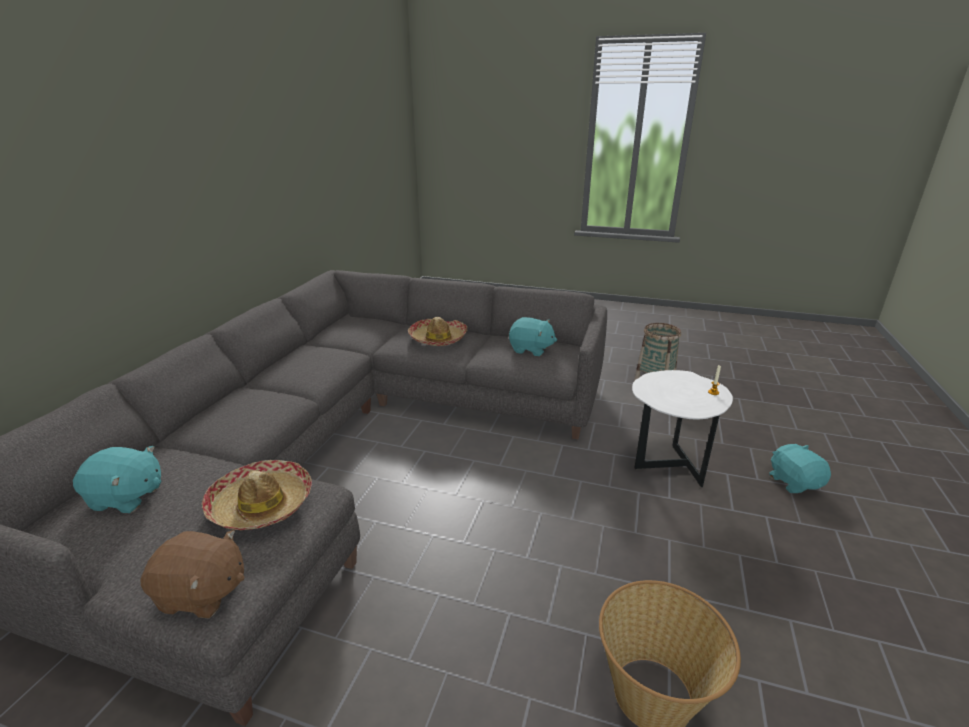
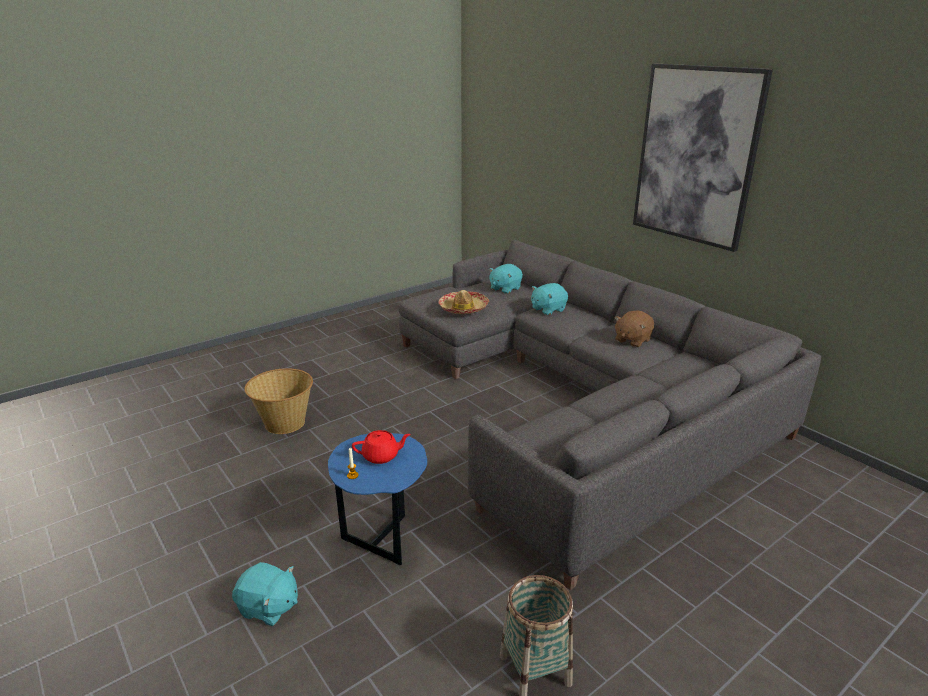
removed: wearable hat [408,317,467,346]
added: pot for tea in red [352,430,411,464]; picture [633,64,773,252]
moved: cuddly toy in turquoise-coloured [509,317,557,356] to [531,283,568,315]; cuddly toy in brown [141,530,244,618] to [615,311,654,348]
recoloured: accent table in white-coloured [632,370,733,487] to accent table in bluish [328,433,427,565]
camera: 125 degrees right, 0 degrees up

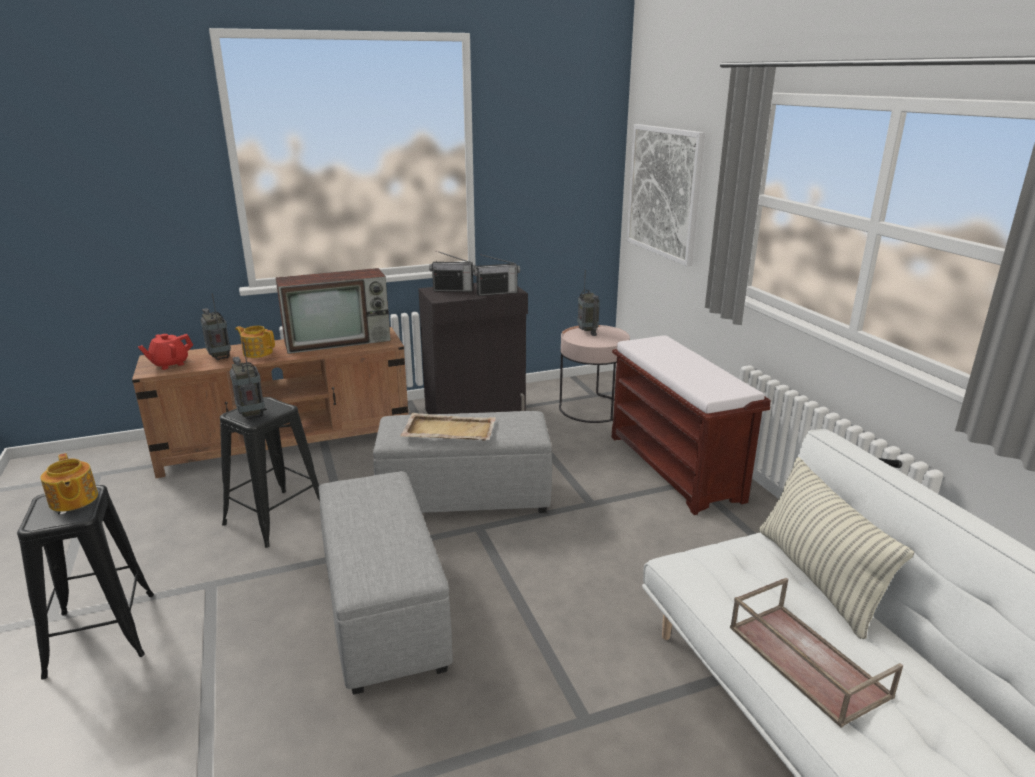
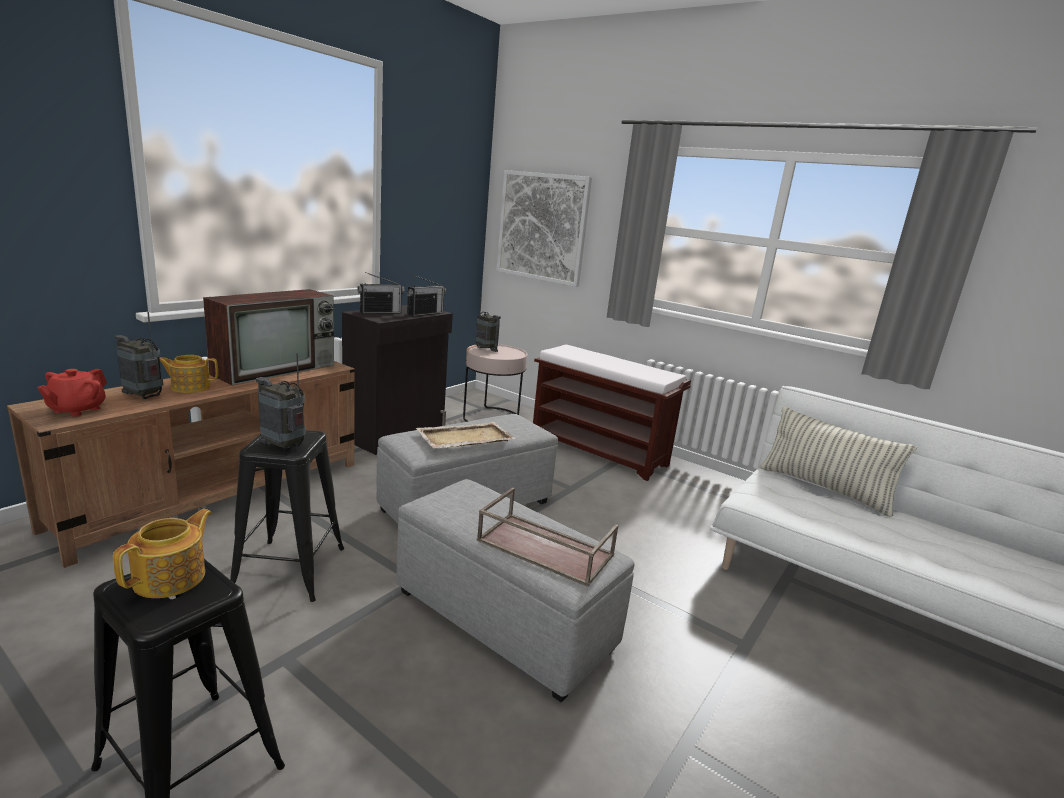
moved: serving tray in brown [730,578,903,728] to [477,487,618,587]
turned: pot for tea [40,453,98,512] = [113,509,212,598] 90 degrees counterclockwise
camera: 35 degrees left, 5 degrees down

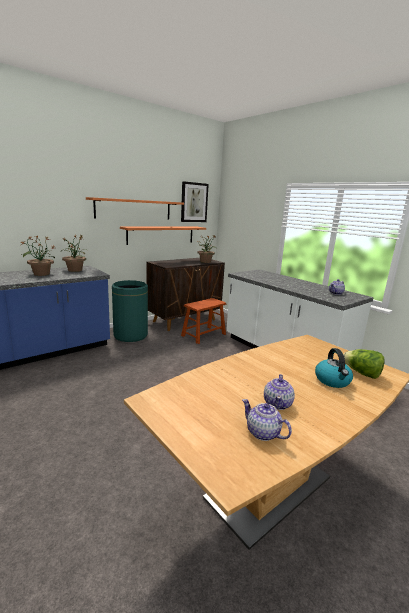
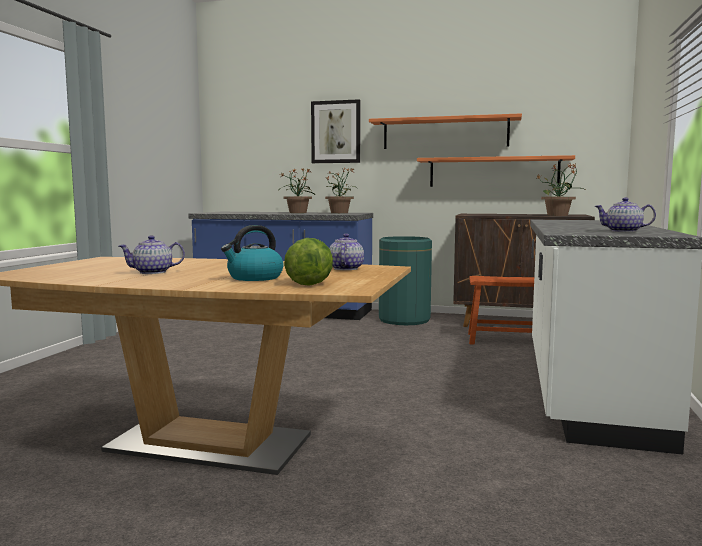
moved: picture [181,181,209,222] to [311,99,360,163]; pot for tea [242,399,292,441] to [329,234,364,270]
camera: 55 degrees right, 10 degrees down

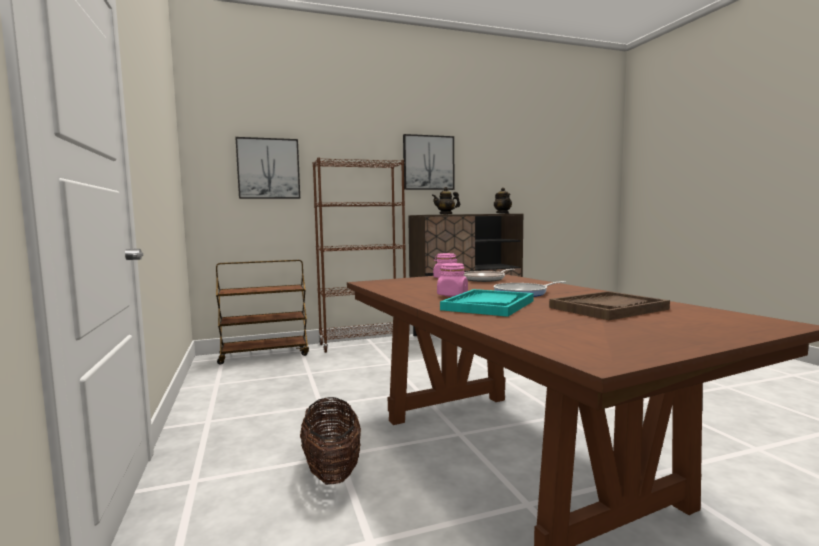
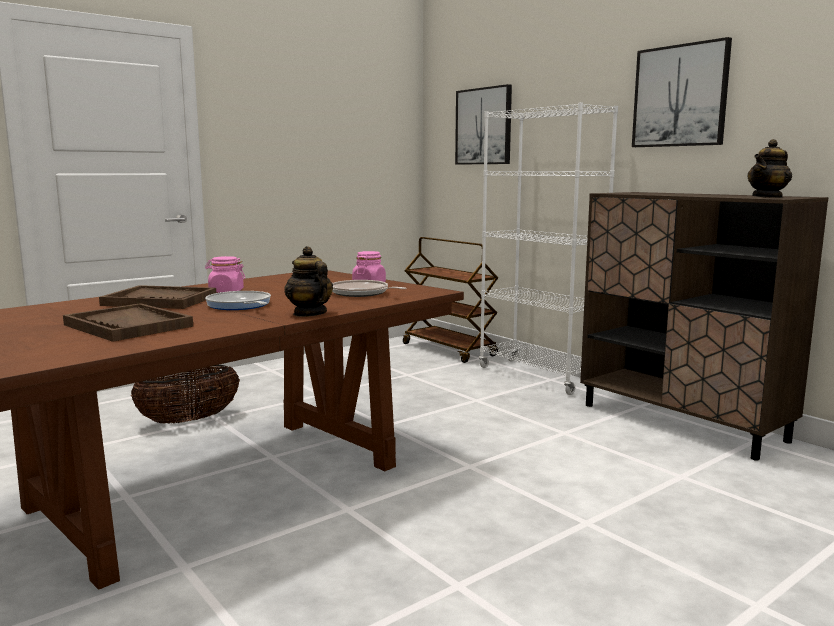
moved: pot for tea [432,187,460,214] to [284,246,333,317]
recoloured: serving tray in turquoise-coloured [440,289,534,317] to serving tray in brown [99,285,216,309]; shelving unit in brown [313,158,406,353] to shelving unit in white-coloured [479,102,618,395]
camera: 70 degrees right, 5 degrees up

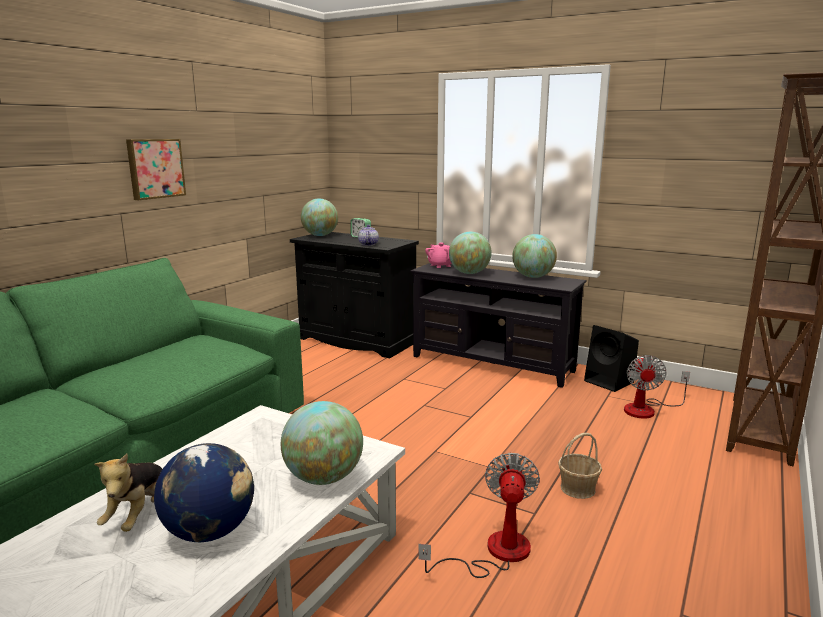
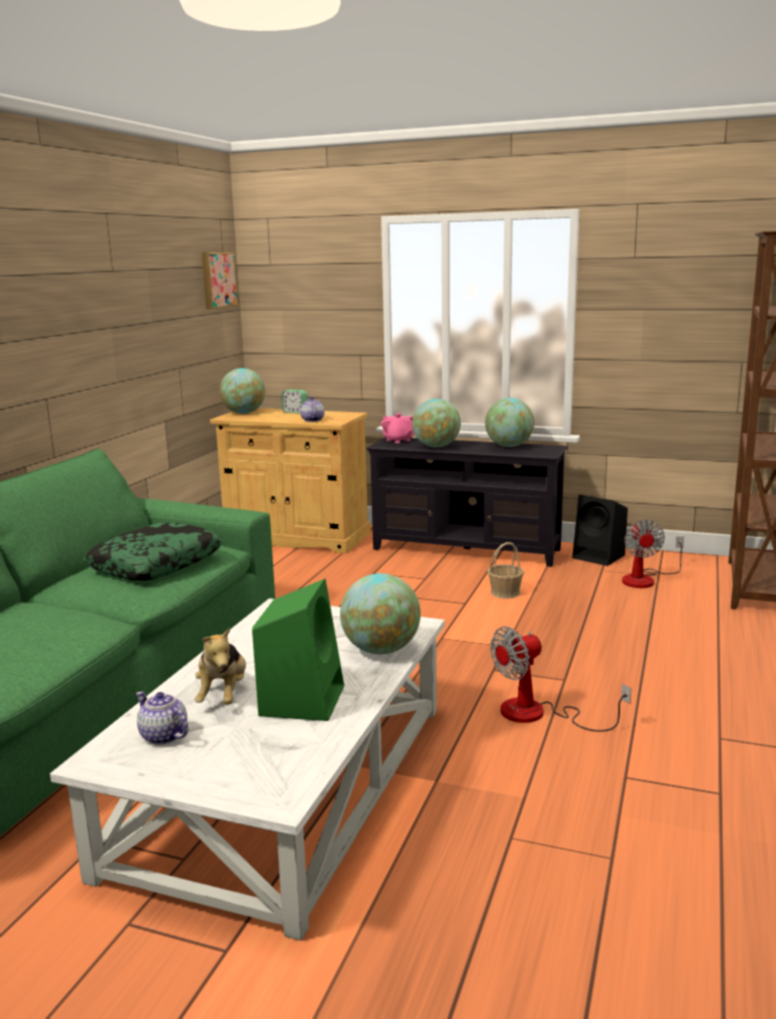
added: pillow [83,522,223,581]; pot for tea [136,691,188,745]
moved: picture [126,139,186,200] to [202,252,239,309]; storage basket [558,433,602,499] to [487,542,524,599]
replaced: world globe [154,443,254,542] to speaker in greenish [252,579,344,721]
recoloured: storage cabinet in blackish [290,232,419,358] to storage cabinet in beige-coloured [210,408,370,554]
turned: cooling fan [418,453,540,578] = [490,626,631,732] 120 degrees counterclockwise
camera: 10 degrees left, 0 degrees up

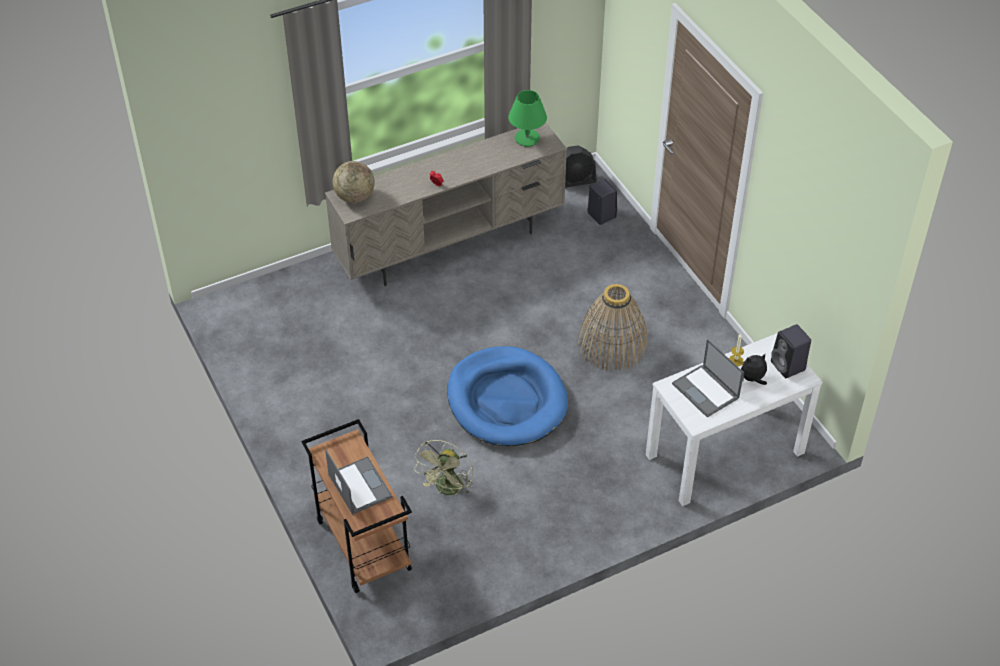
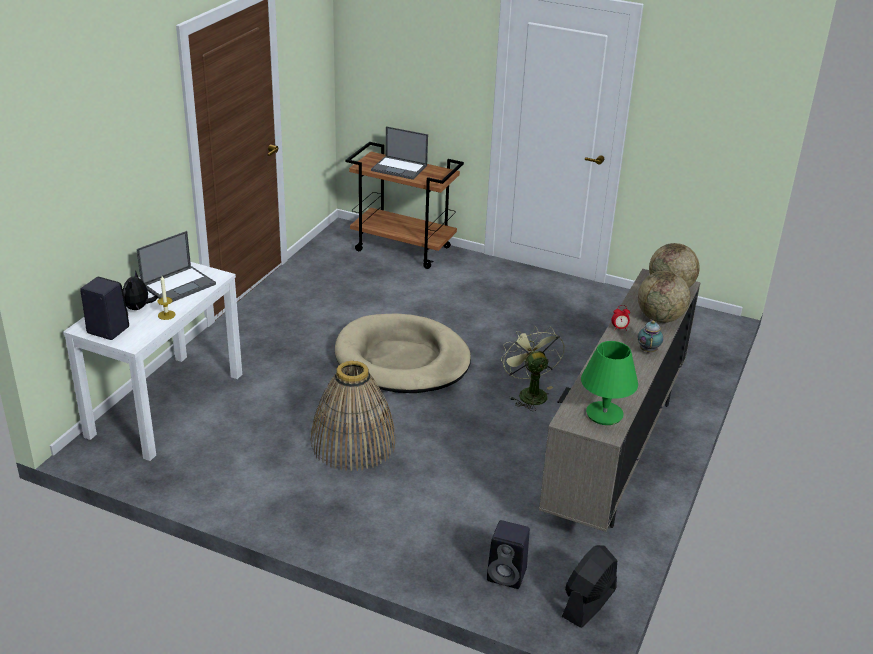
added: world globe [638,271,690,323]; pot for tea [638,320,663,353]
moved: cooling fan in greenish [415,440,474,495] to [501,325,565,411]
recoloured: pet bed in bluish [448,346,568,446] to pet bed in beige-coloured [335,313,471,393]
turned: cuddly toy [741,354,767,385] = [123,271,158,310] 150 degrees clockwise; portable computer [672,339,744,418] = [137,231,216,302] 120 degrees clockwise
camera: 140 degrees right, 15 degrees down

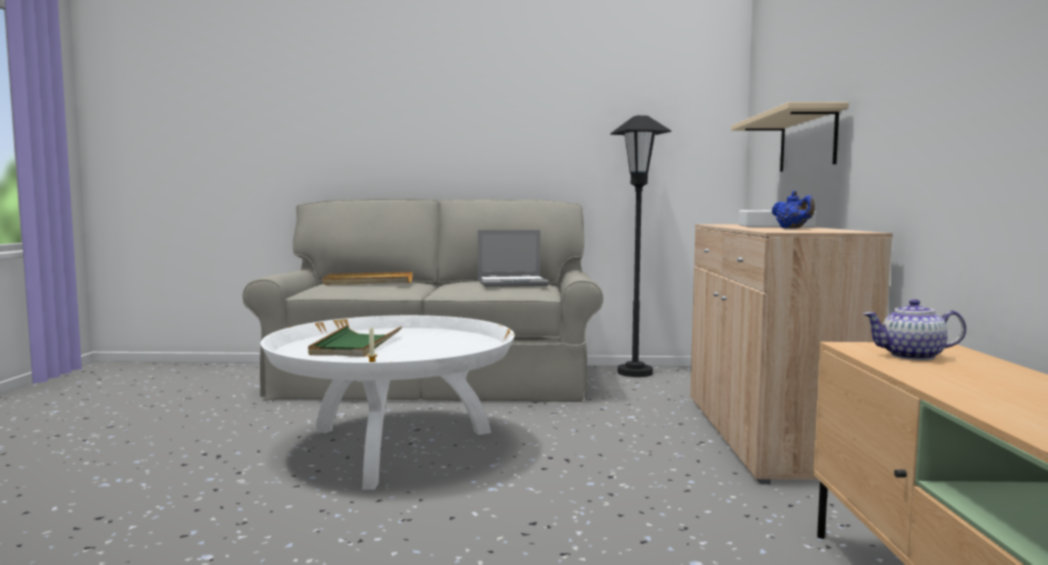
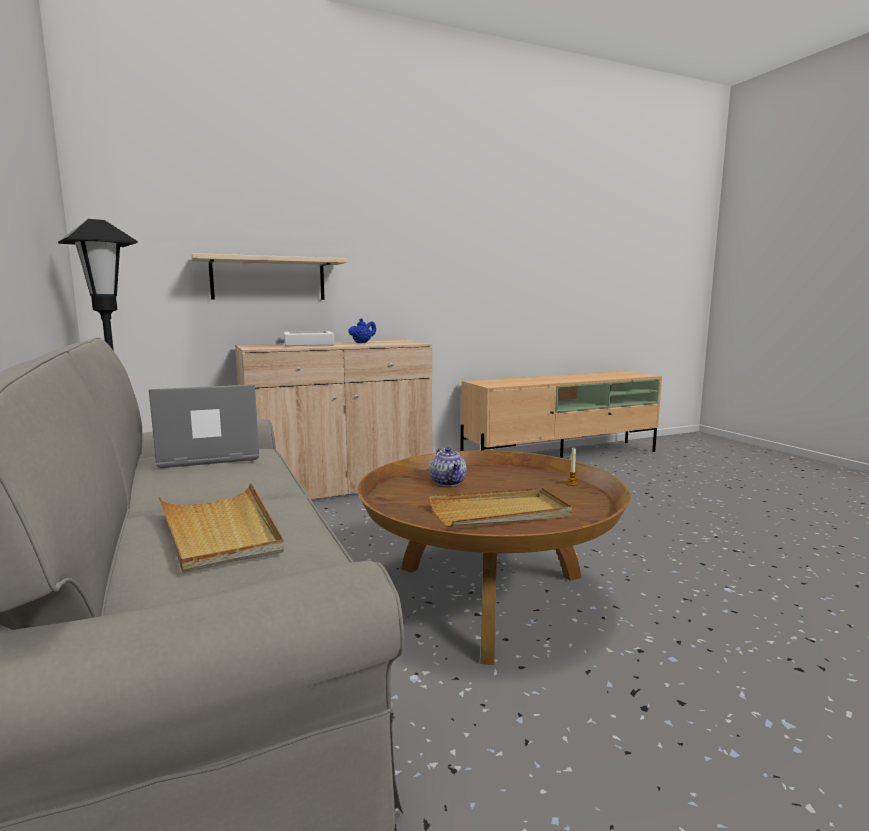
moved: pot for tea [863,299,966,360] to [430,447,467,486]
recoloured: lounge table in white-coloured [261,315,515,490] to lounge table in brown [358,450,631,665]; serving tray in greenish [308,325,402,357] to serving tray in beige-coloured [429,488,572,527]
turned: portable computer [478,230,550,287] = [149,384,259,468] 75 degrees counterclockwise
camera: 115 degrees left, 5 degrees up

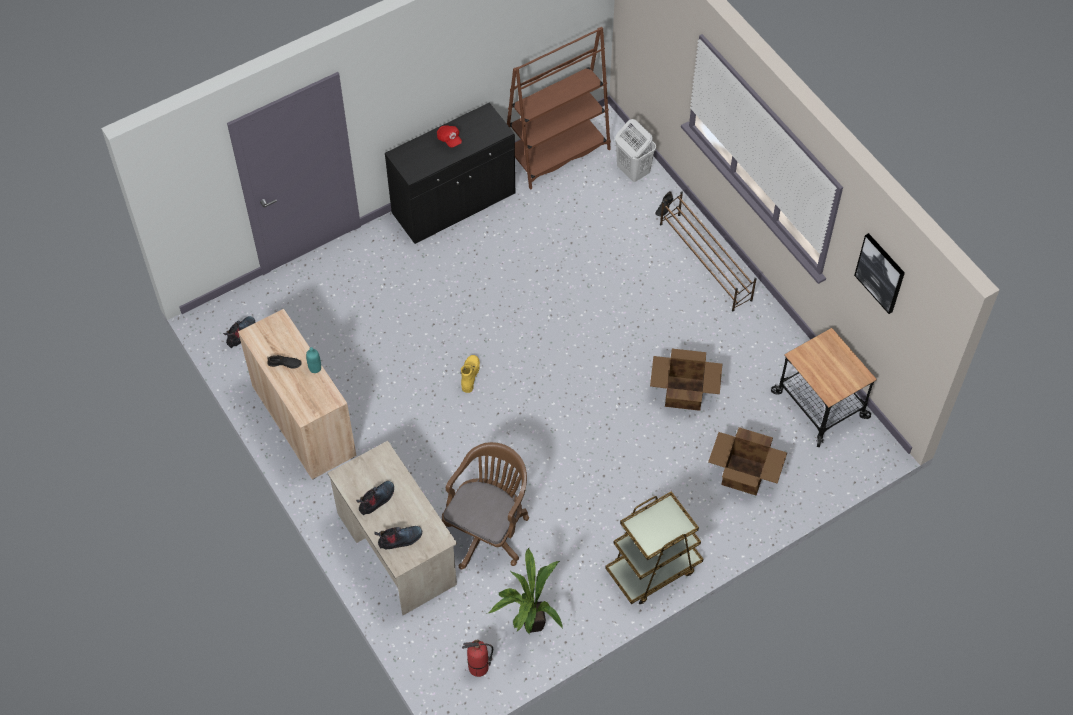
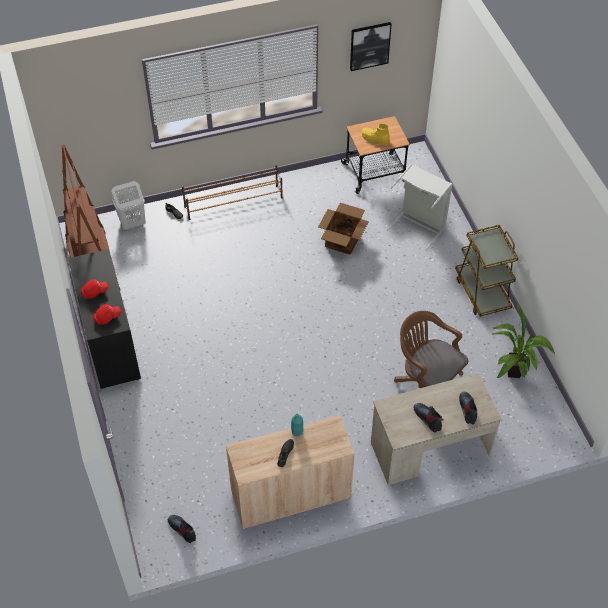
removed: fire-fighting cylinder [462,640,493,677]
added: cap in red [93,304,121,325]
moved: tall boot in yellowish [461,355,480,393] to [362,124,390,145]
replaced: carton [708,427,787,495] to washing basket in grey [387,164,453,250]
camera: 75 degrees left, 5 degrees down

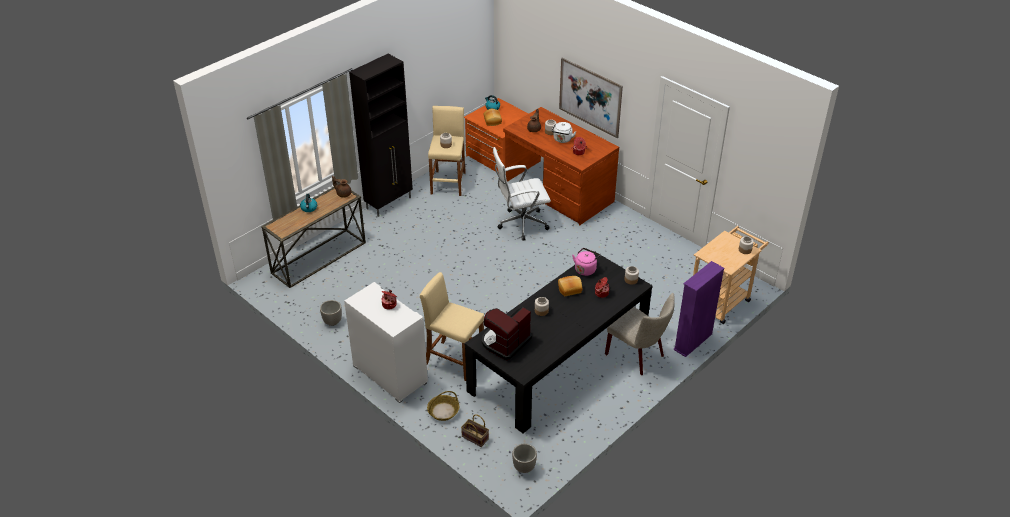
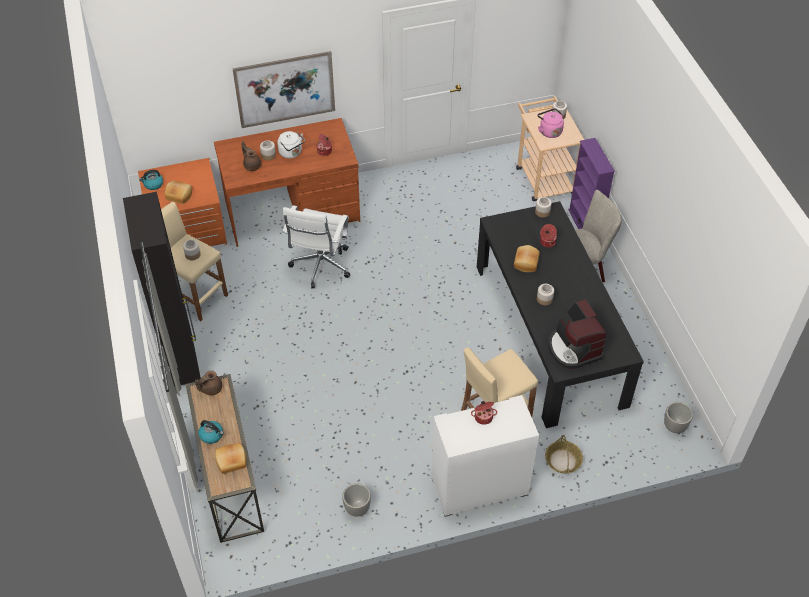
removed: storage basket [461,414,489,447]
added: bread [215,443,246,474]
moved: kettle in pink [572,248,601,276] to [537,108,564,138]
camera: 60 degrees left, 10 degrees up

